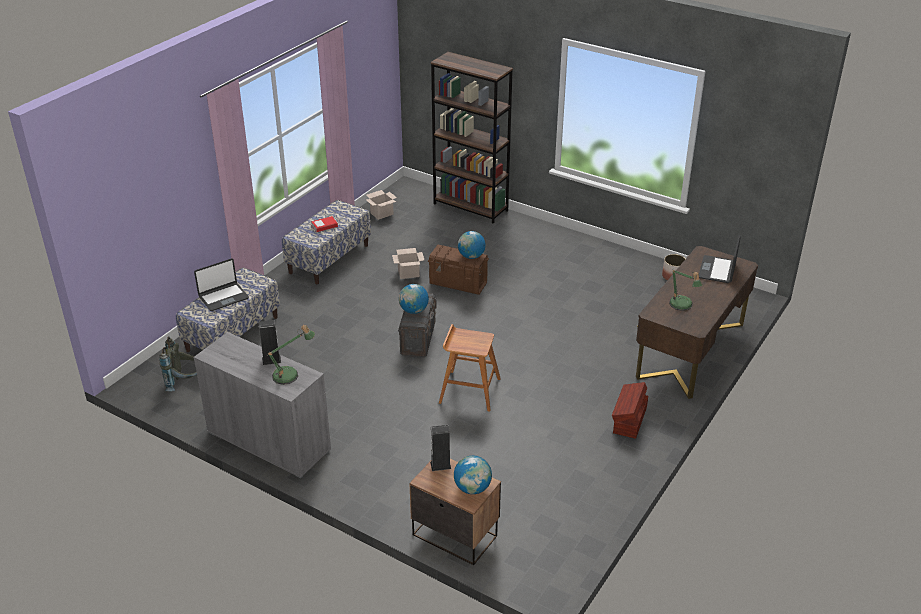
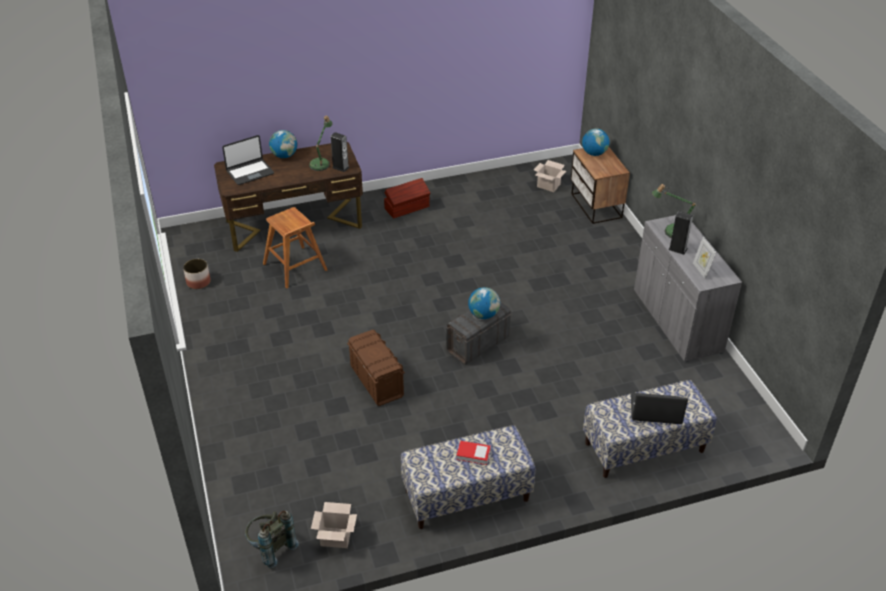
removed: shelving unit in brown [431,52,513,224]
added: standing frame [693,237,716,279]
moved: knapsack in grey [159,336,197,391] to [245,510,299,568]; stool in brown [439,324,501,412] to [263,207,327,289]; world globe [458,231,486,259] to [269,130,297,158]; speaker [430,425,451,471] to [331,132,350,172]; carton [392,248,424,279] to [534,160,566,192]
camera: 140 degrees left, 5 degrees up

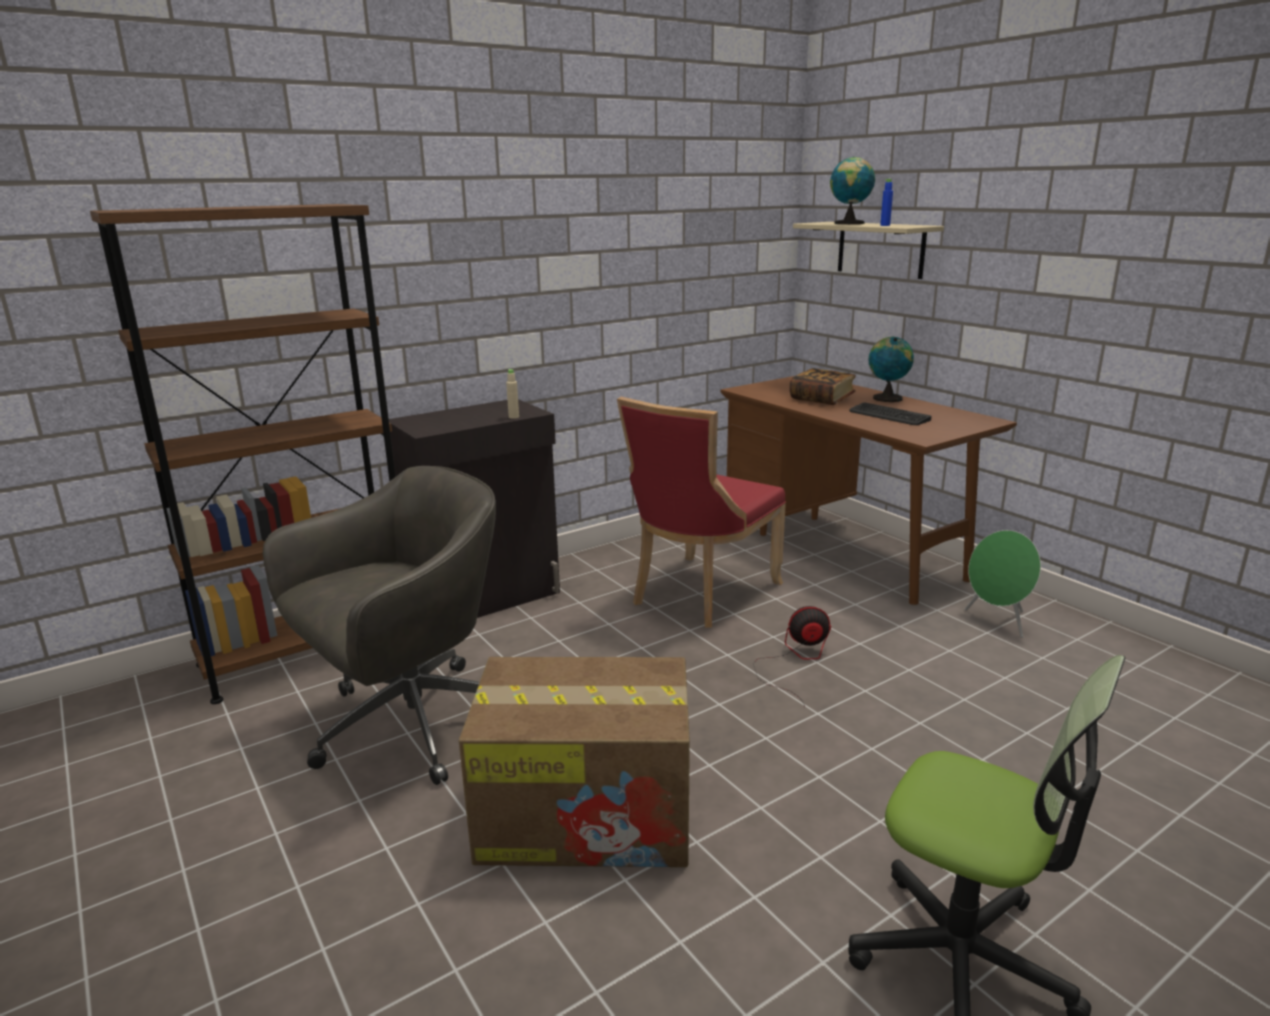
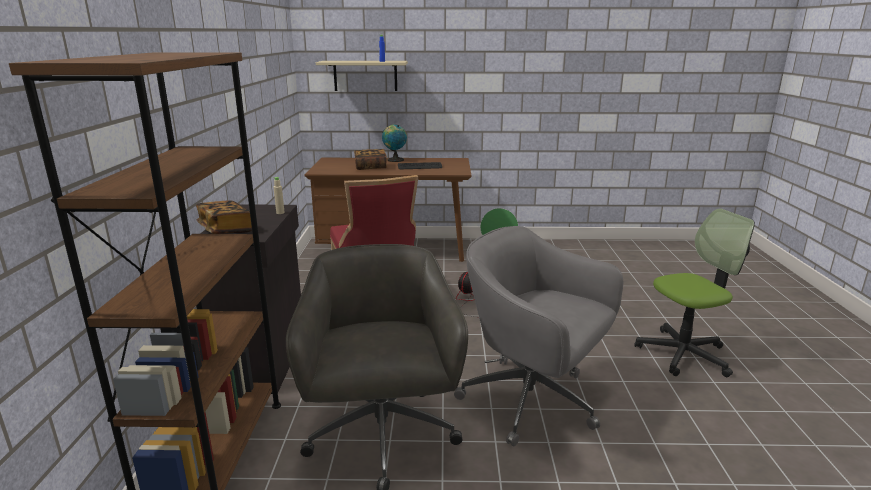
removed: world globe [830,157,875,224]
added: book [196,201,252,234]
replaced: carton [459,657,690,867] to computer chair in grey [454,226,623,446]
camera: 55 degrees left, 0 degrees up

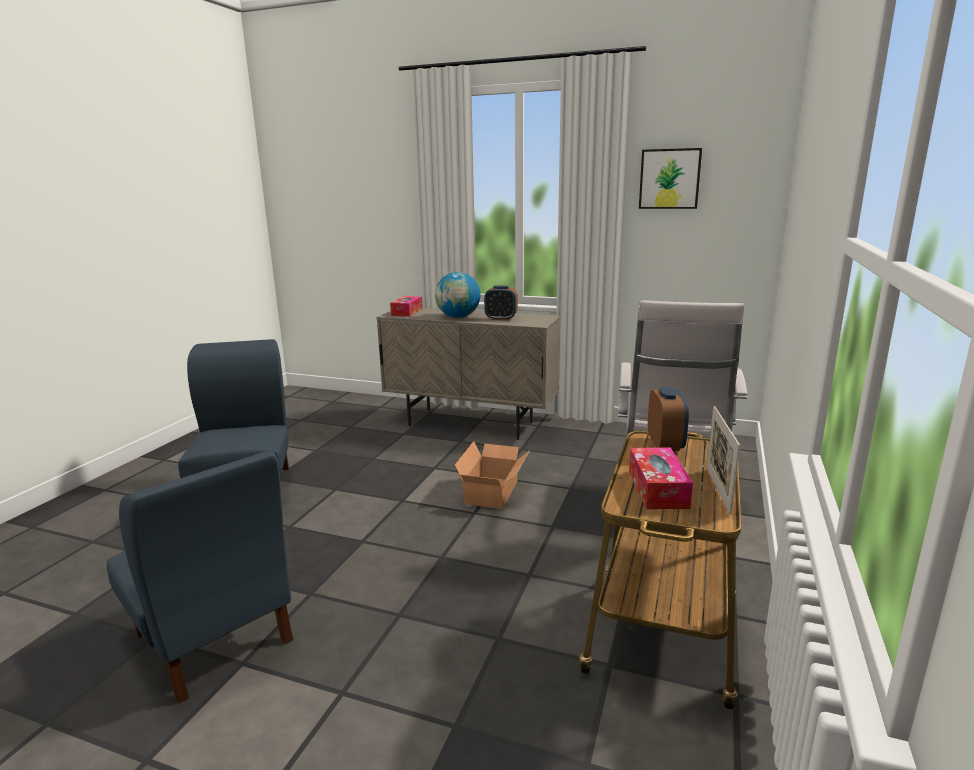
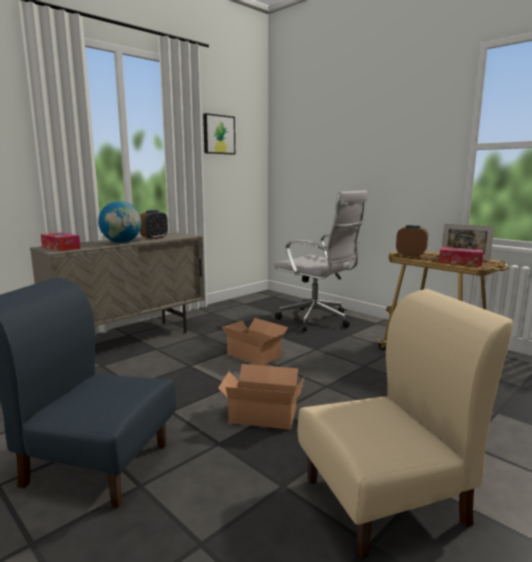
added: carton [218,364,304,430]
recoloured: chair in bluish [107,451,294,704] to chair in beige-coloured [298,289,513,559]
camera: 65 degrees left, 5 degrees down

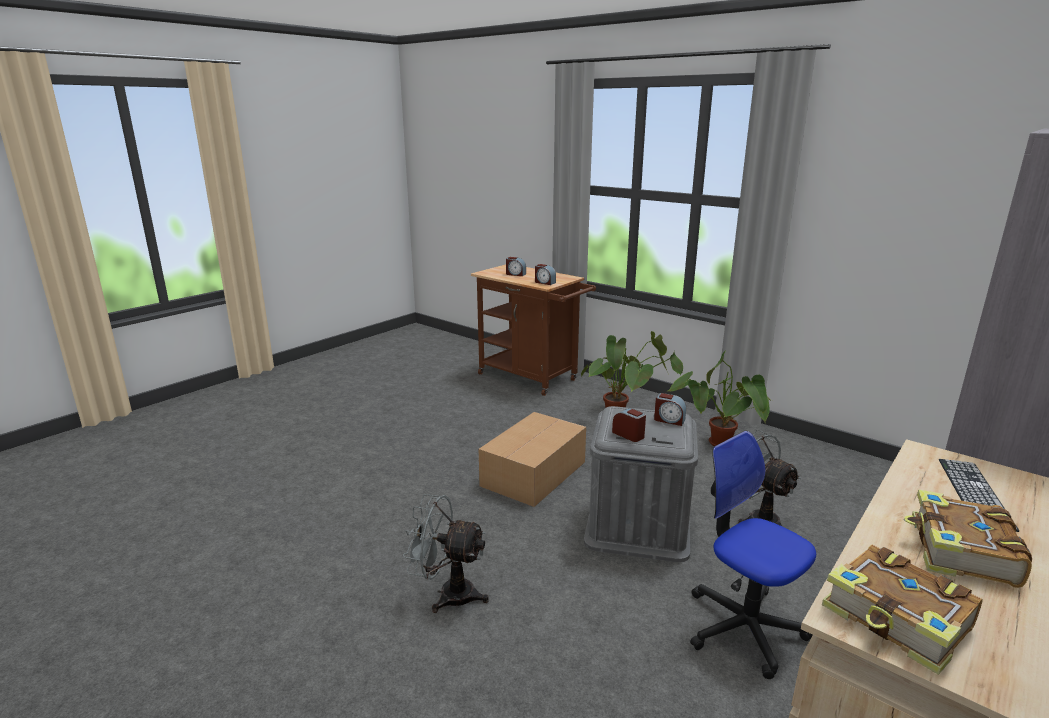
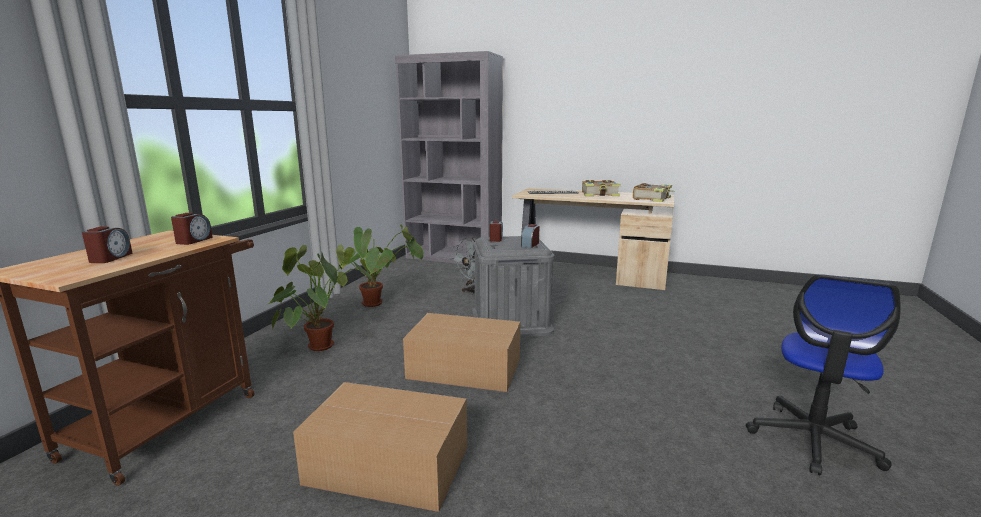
removed: cooling fan in grey [403,494,489,613]
added: carton [293,382,467,512]
moved: computer chair [690,431,816,679] to [746,274,901,476]
camera: 110 degrees left, 5 degrees down

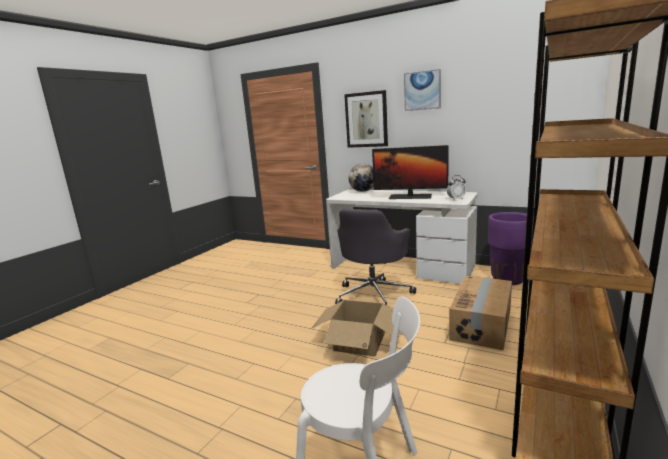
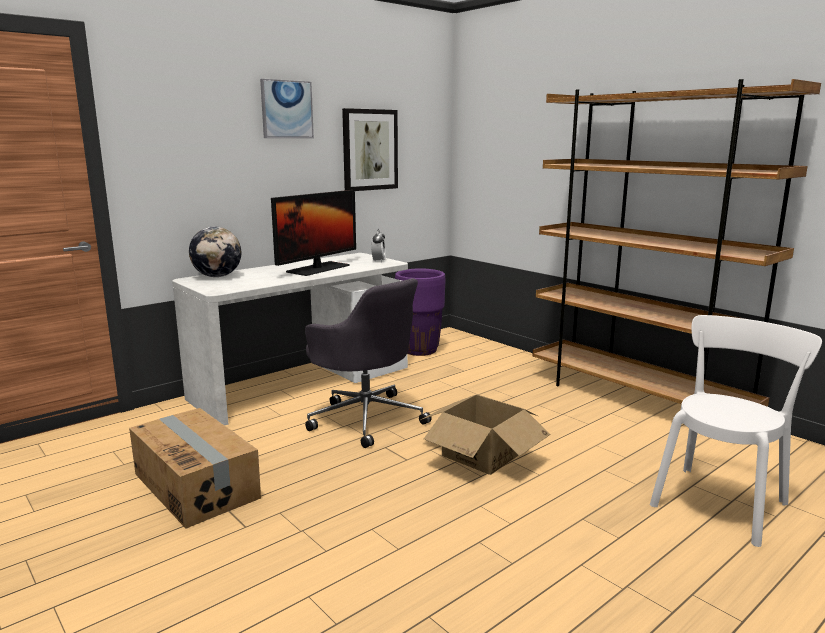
moved: carton [449,276,512,350] to [129,408,261,529]; picture [344,90,388,148] to [342,108,398,191]
camera: 70 degrees left, 0 degrees up

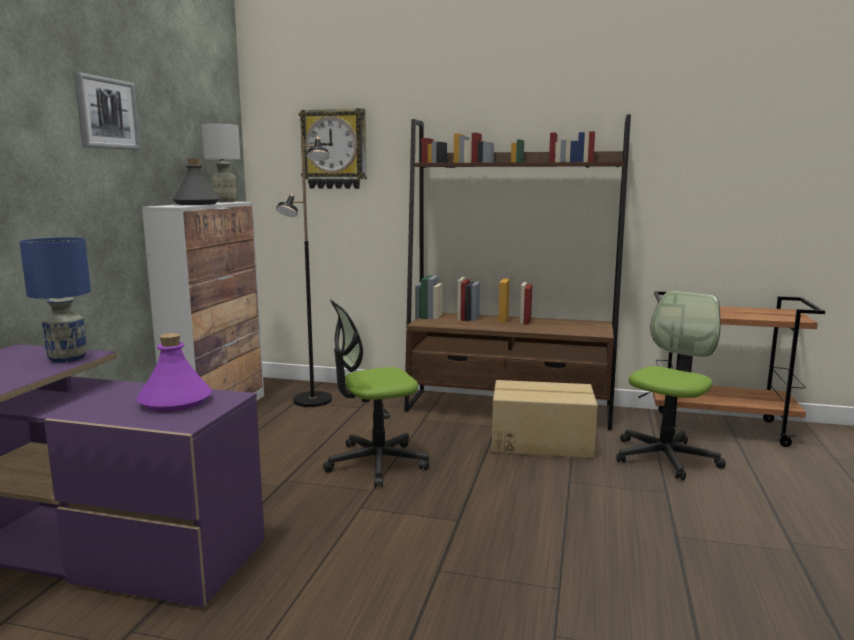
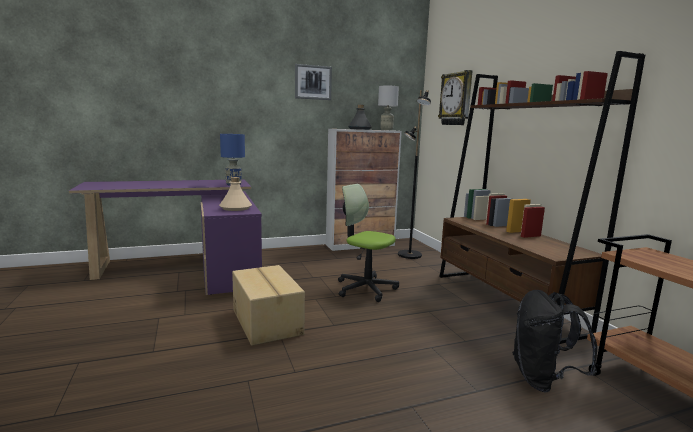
moved: carton [492,380,598,459] to [232,265,305,346]
replaced: computer chair [616,291,726,481] to knapsack in blackish [512,290,597,393]
recoloured: beverage bottle in purple-coloured [137,333,212,412] to beverage bottle in beige-coloured [219,177,252,211]
camera: 55 degrees right, 0 degrees up

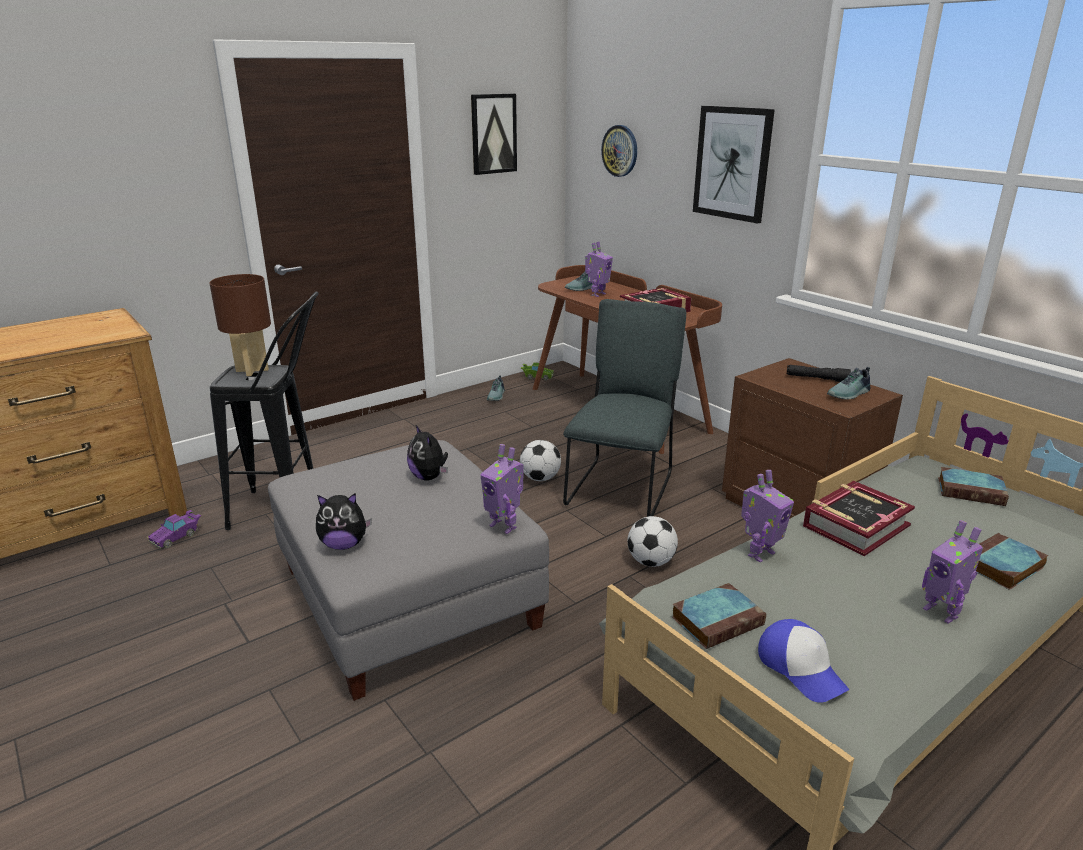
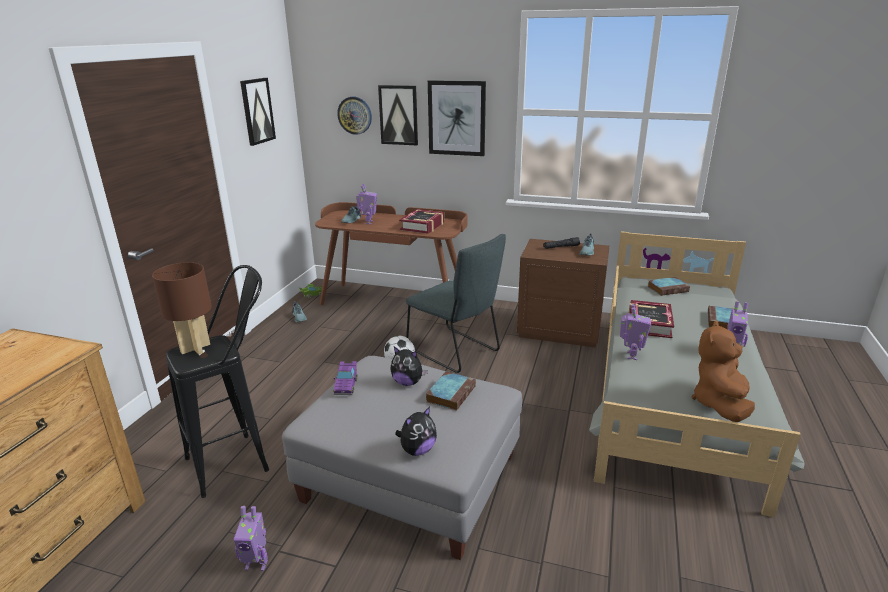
removed: ball for football [627,516,678,567]
added: picture [378,85,418,145]
moved: model robot [480,444,524,534] to [234,506,268,571]; miniature car in purple-coloured [147,510,201,549] to [333,361,357,395]; book [672,583,766,649] to [426,371,476,411]
replaced: cap [758,619,849,703] to cuddly toy in brown [692,320,755,422]
turned: chair in grey [563,299,686,517] = [406,234,506,373] 150 degrees clockwise
camera: 35 degrees left, 0 degrees up

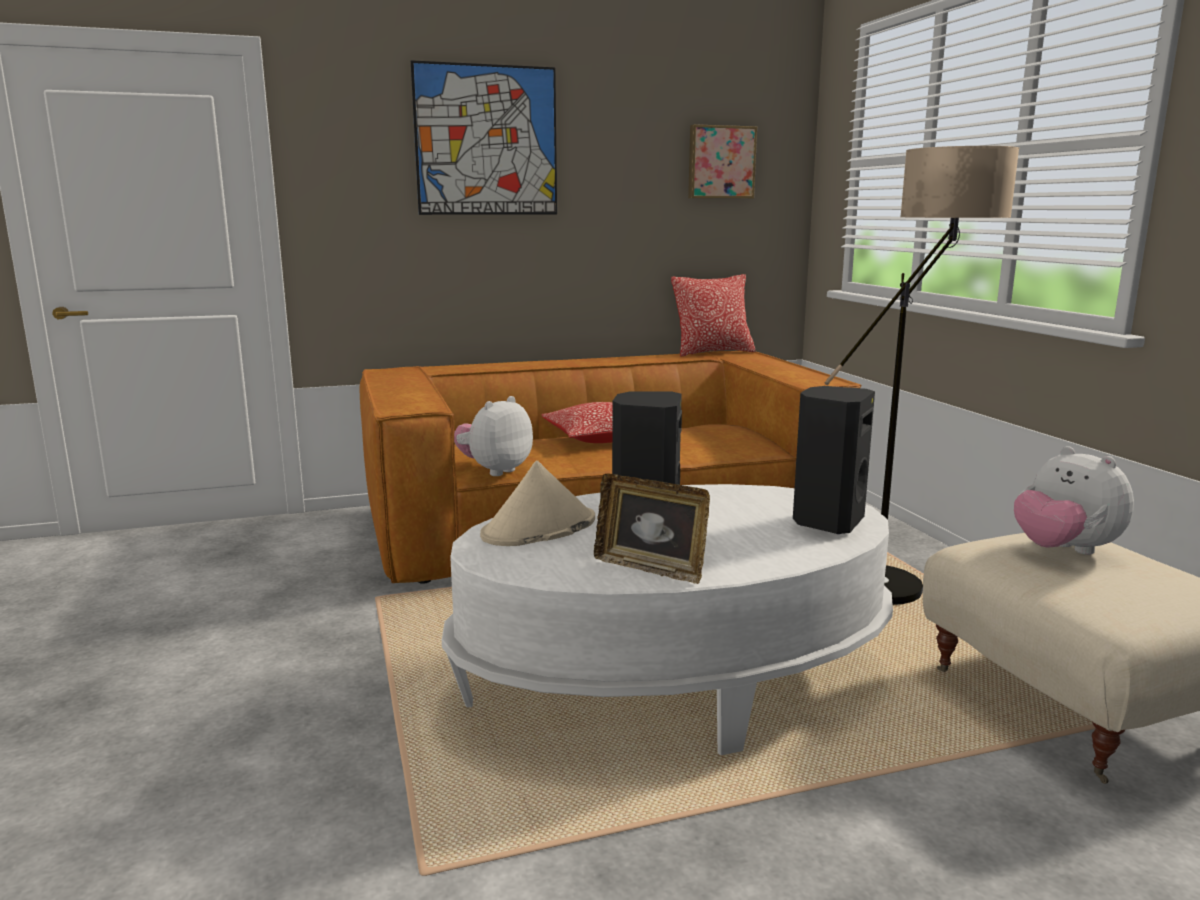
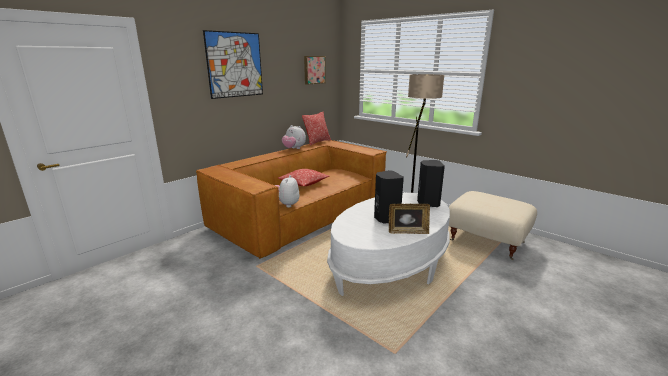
removed: wearable hat in beige-coloured [480,461,595,546]
moved: cuddly toy [1014,446,1134,555] to [282,125,306,149]
camera: 30 degrees left, 5 degrees up

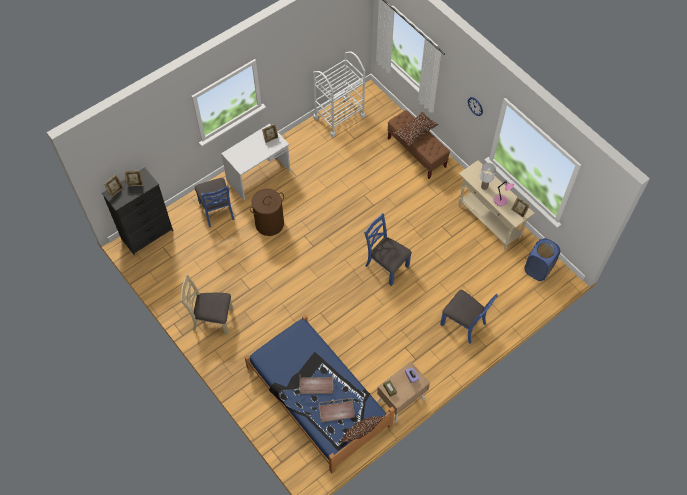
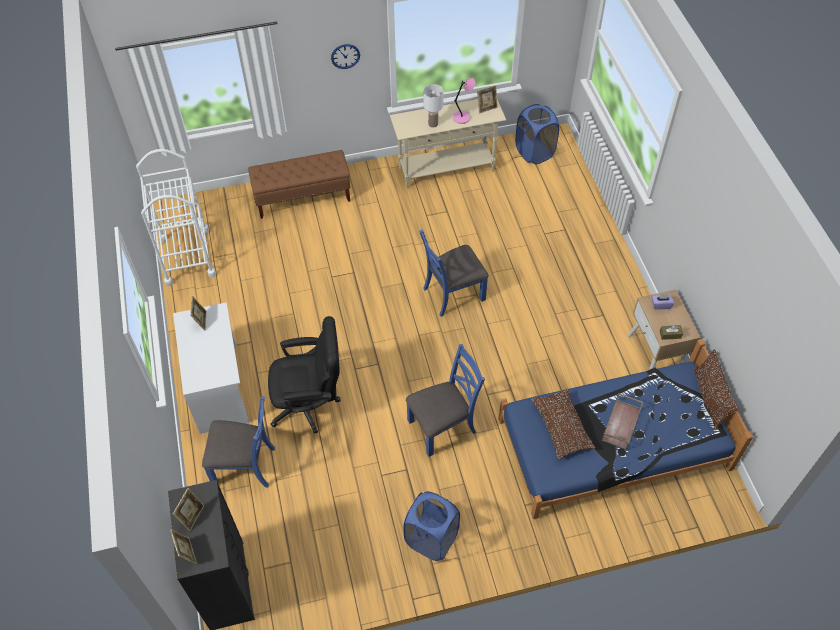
removed: serving tray in brown [318,398,355,422]
moved: chair in bluish [440,290,498,344] to [406,344,485,457]; pillow in brown [394,112,438,146] to [532,389,595,460]
replaced: washing basket in brown [250,189,284,236] to computer chair in blackish [268,316,341,434]; chair in beige-coloured [180,274,233,335] to washing basket in bluish [403,491,460,561]
camera: 65 degrees left, 5 degrees down

